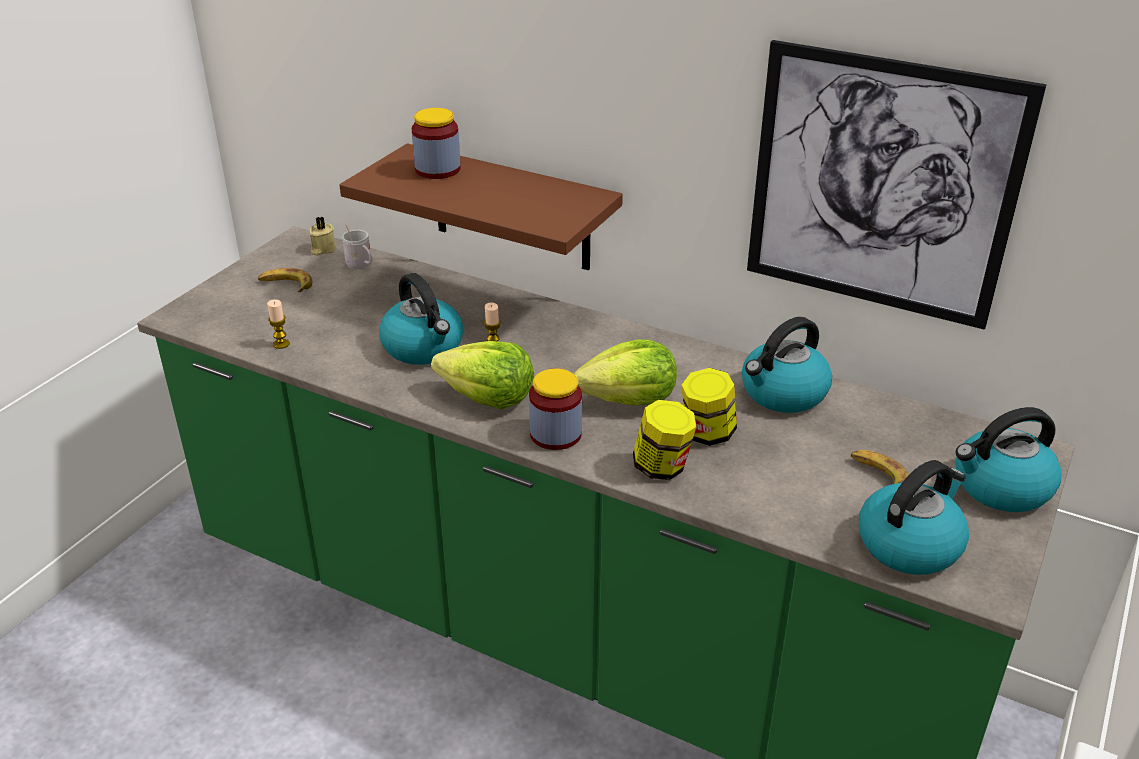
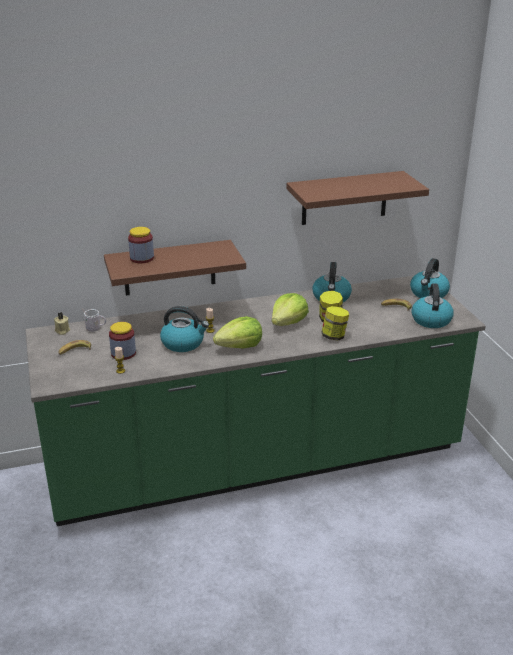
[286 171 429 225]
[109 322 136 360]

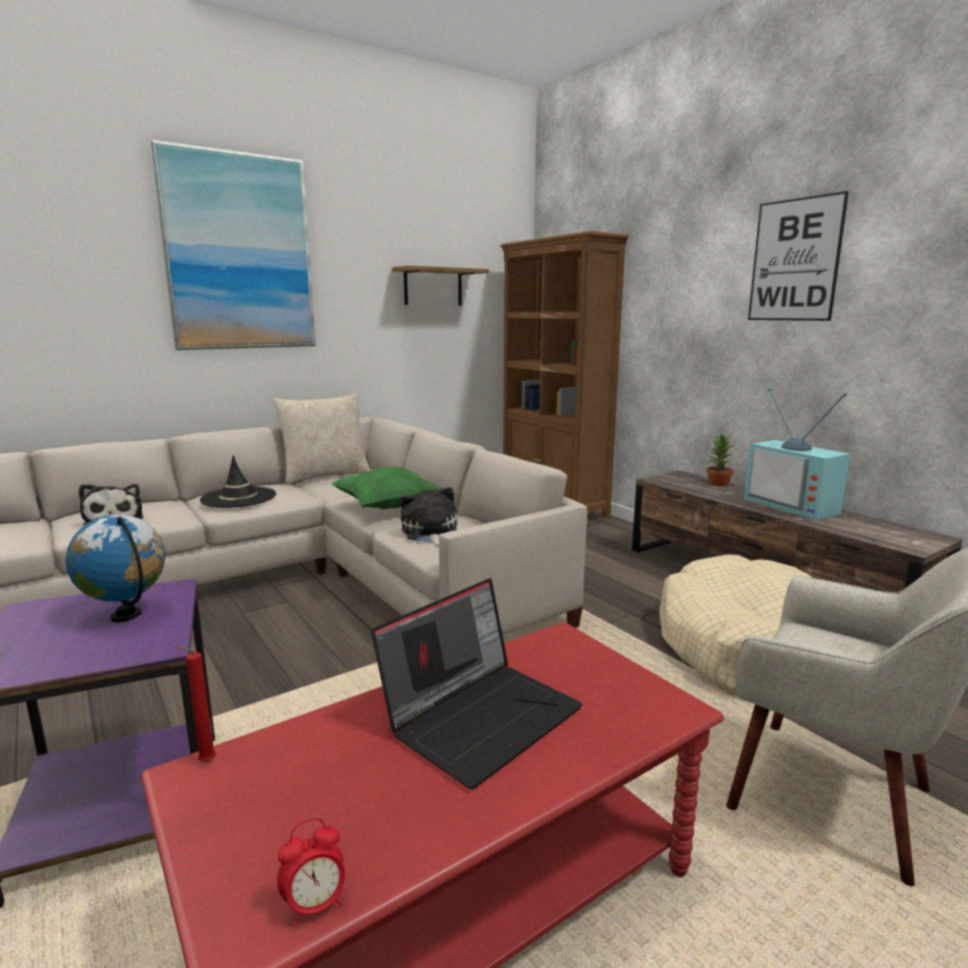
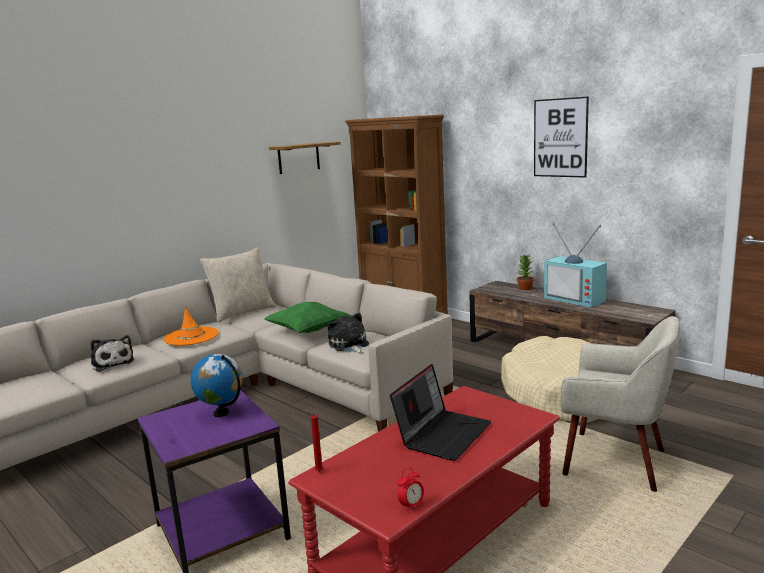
[149 140 316 350] (first image)
[164 306 219 346]

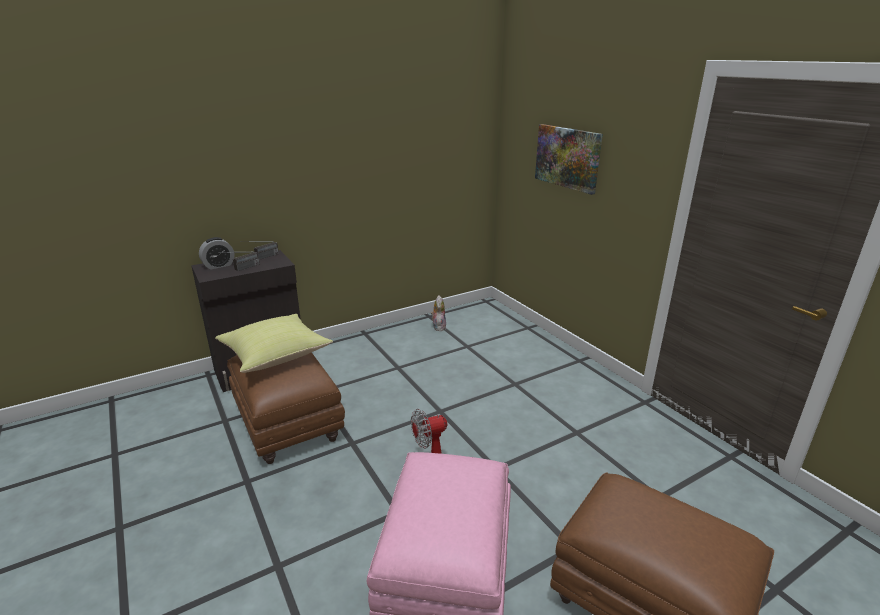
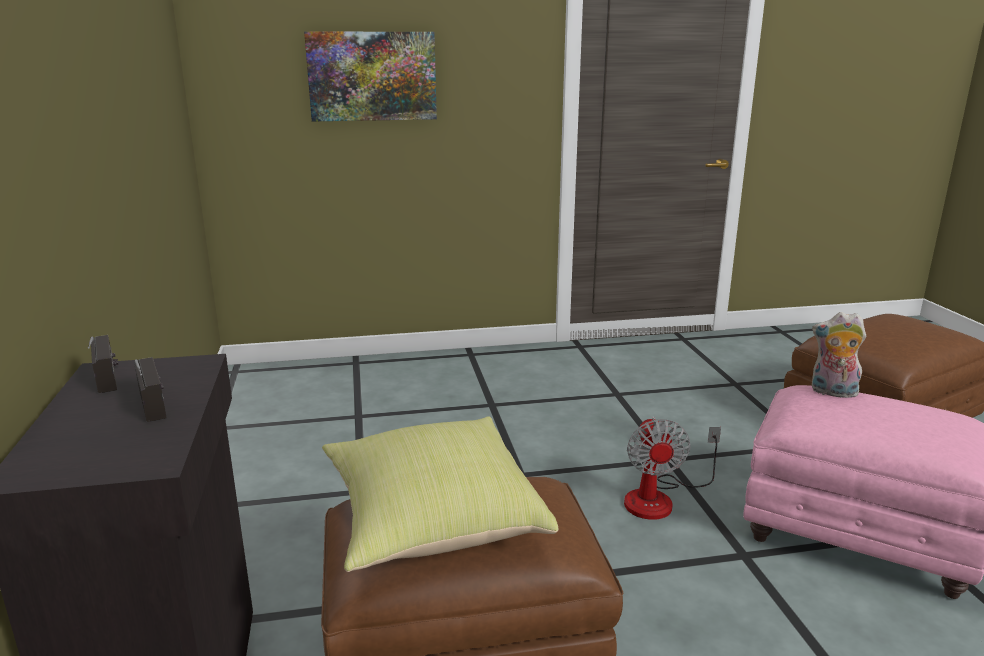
[199 237 235 270] (first image)
[812 312 866 398]

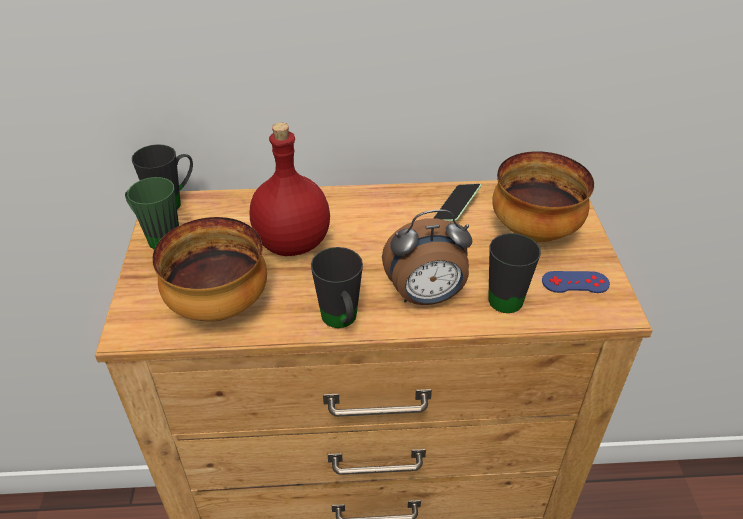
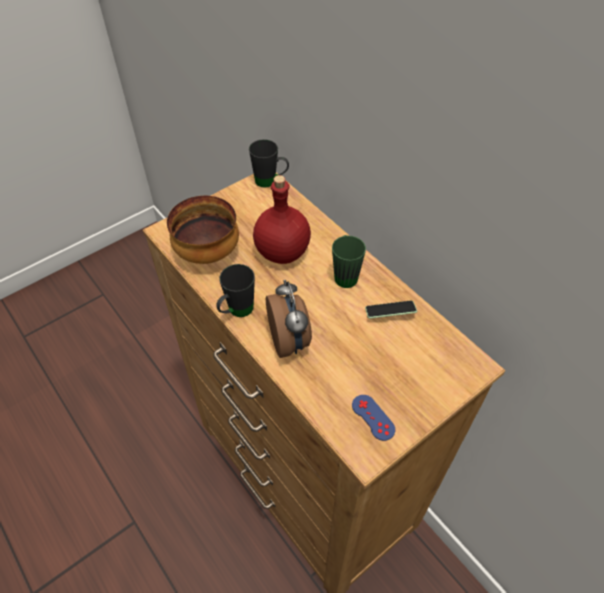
[492 151 594 242] (first image)
[332 235 366 288]
[266 280 312 358]
[488 233 541 313] (first image)

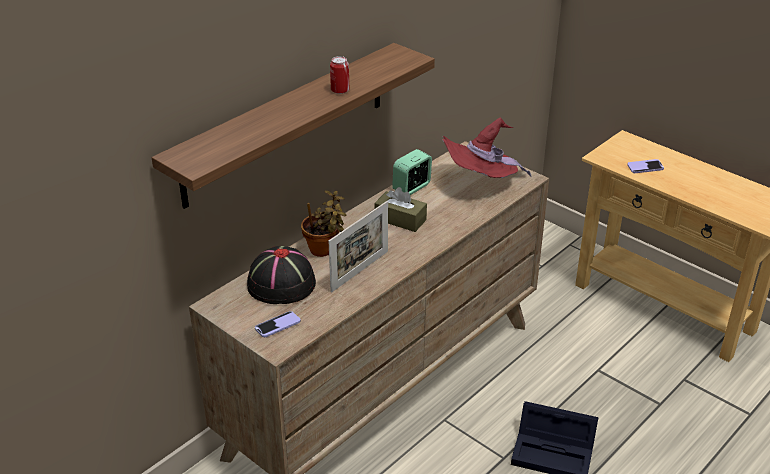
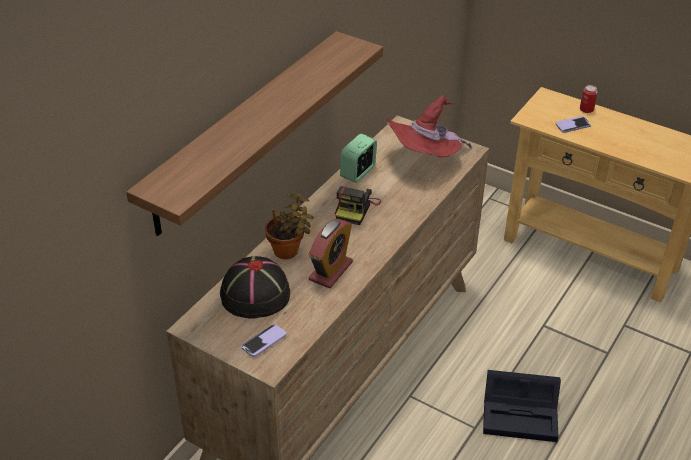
[580 85 598 113]
[335 186 381 225]
[309 219 353 288]

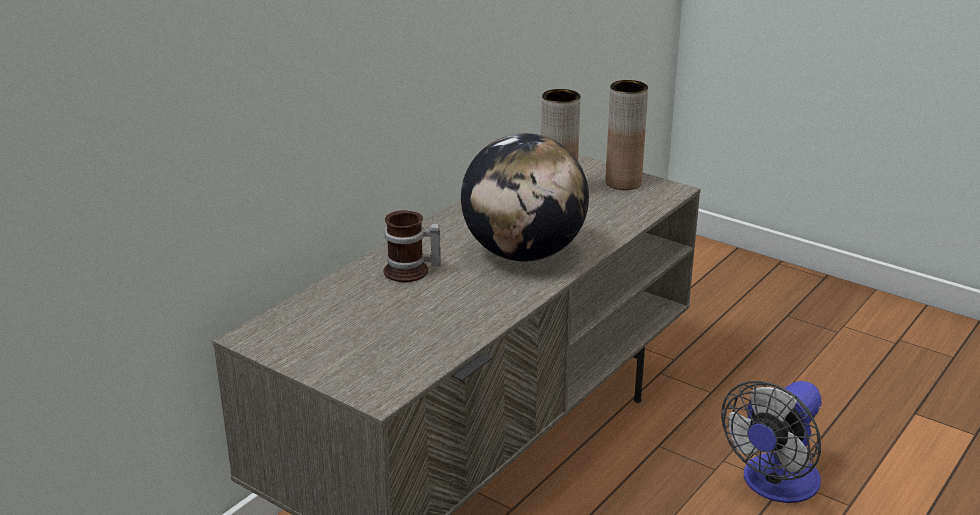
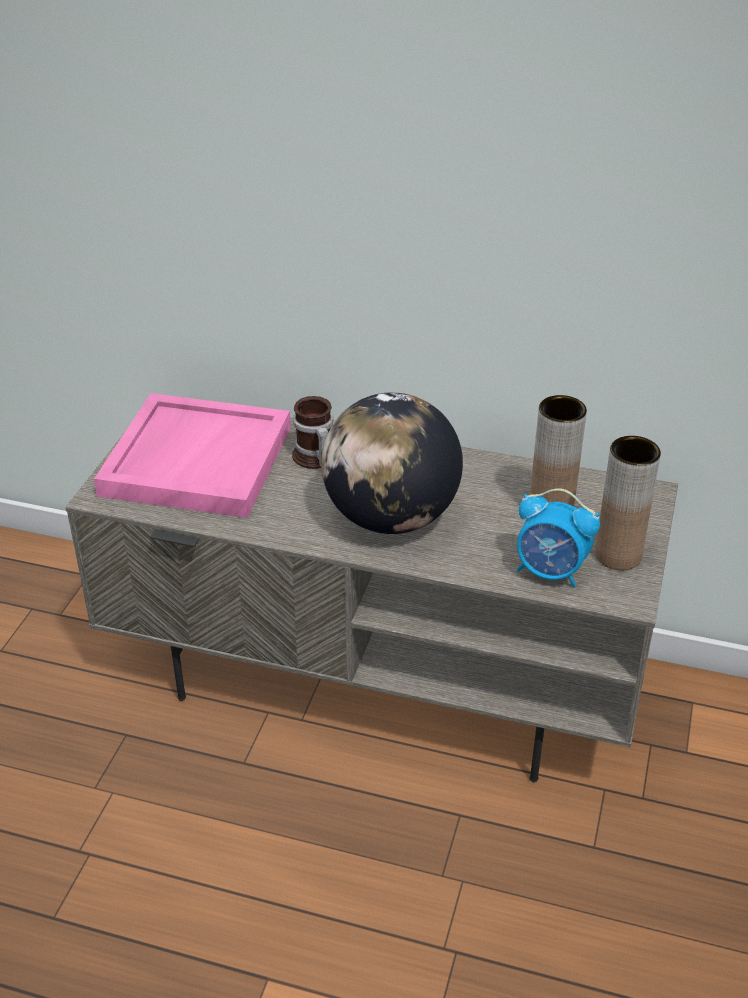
[721 381 822 503] (first image)
[94 393 291 518]
[516 488 600 588]

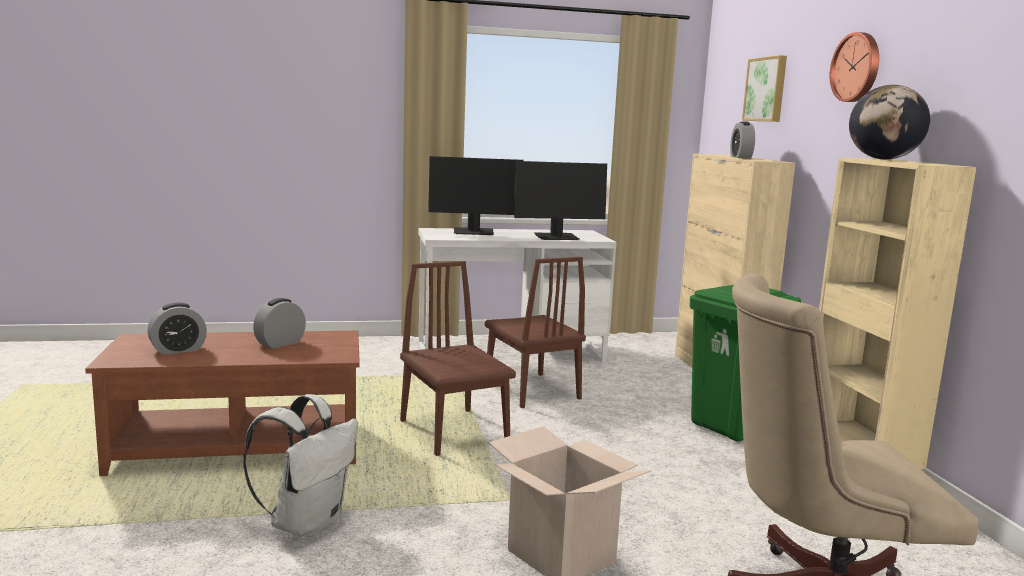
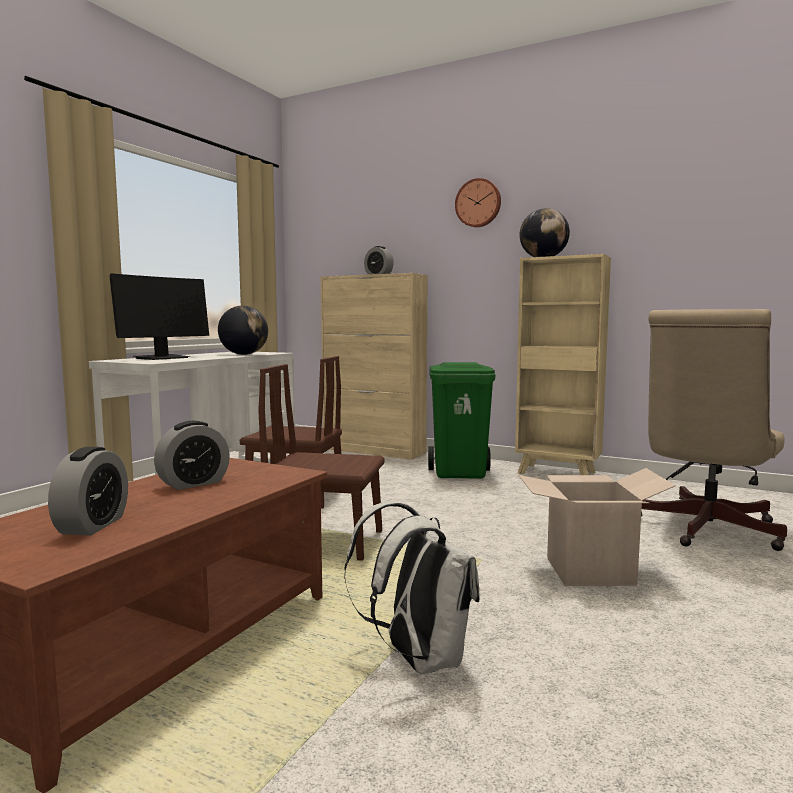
[742 55 787 122] (first image)
[218 306 268 355]
[154 421 230 490]

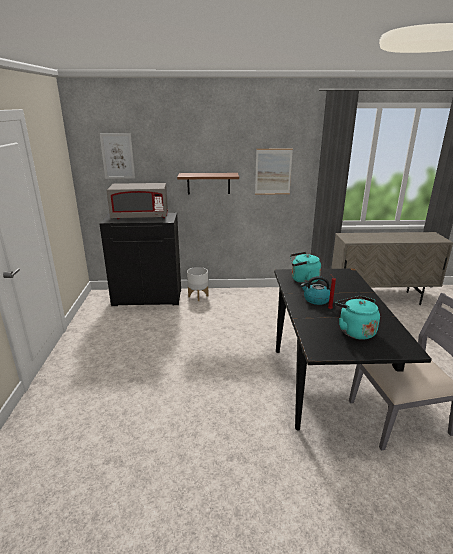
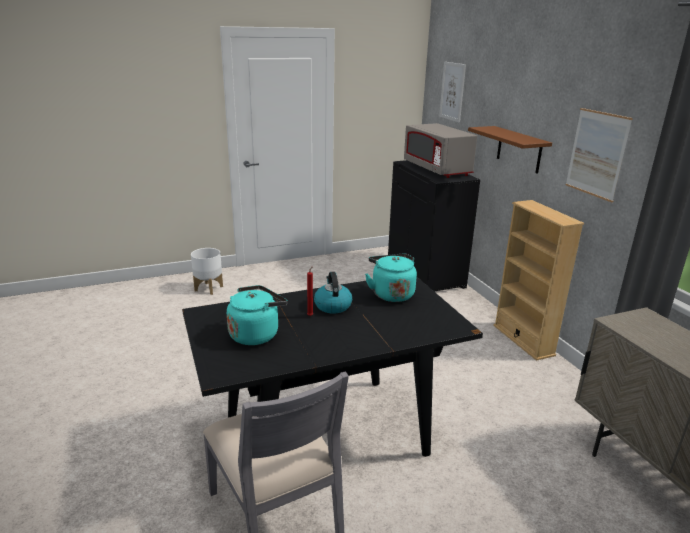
[191 248 223 295]
[493 200 584 361]

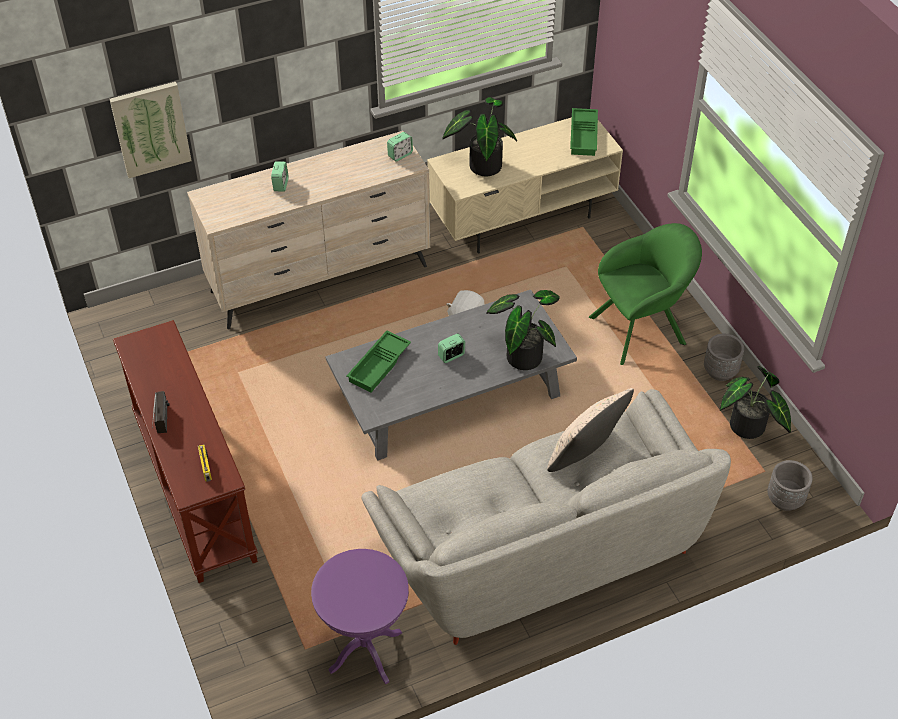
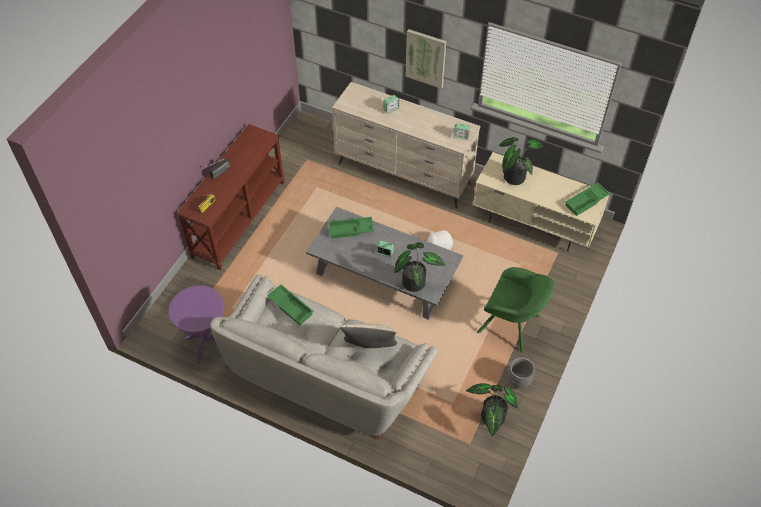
[406 29 446 89]
[767 460 813 511] (first image)
[267 284 313 325]

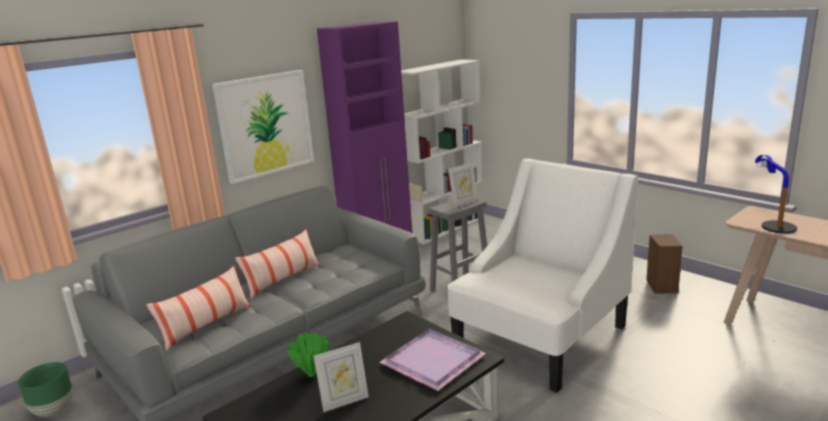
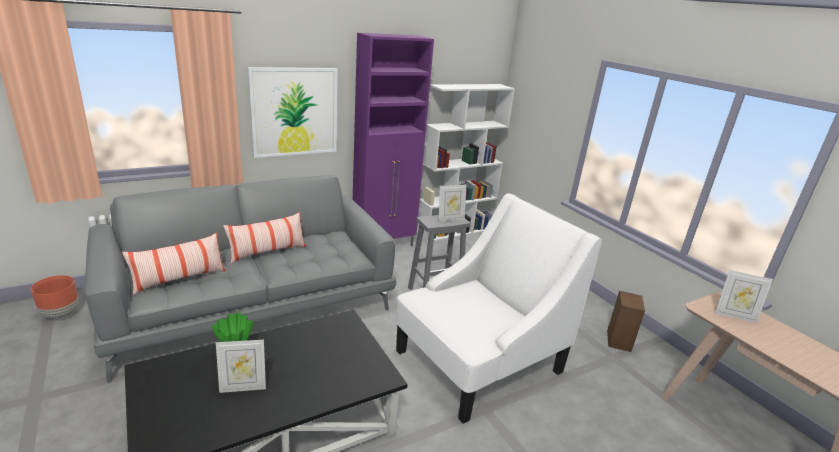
[715 270 773 323]
[379 329 486 391] (first image)
[31 275 78 319]

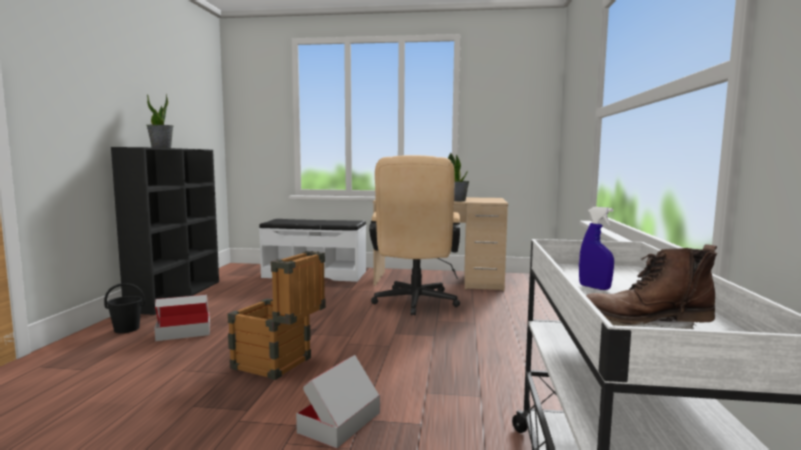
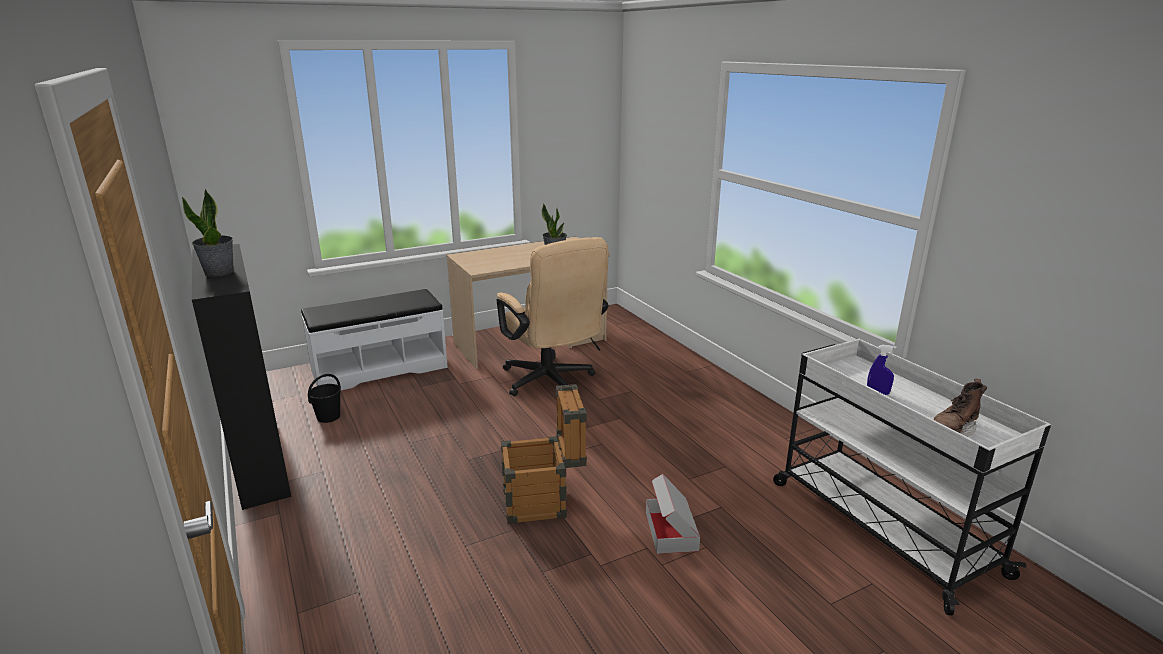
[308 374 341 423]
[154 295 210 341] (first image)

